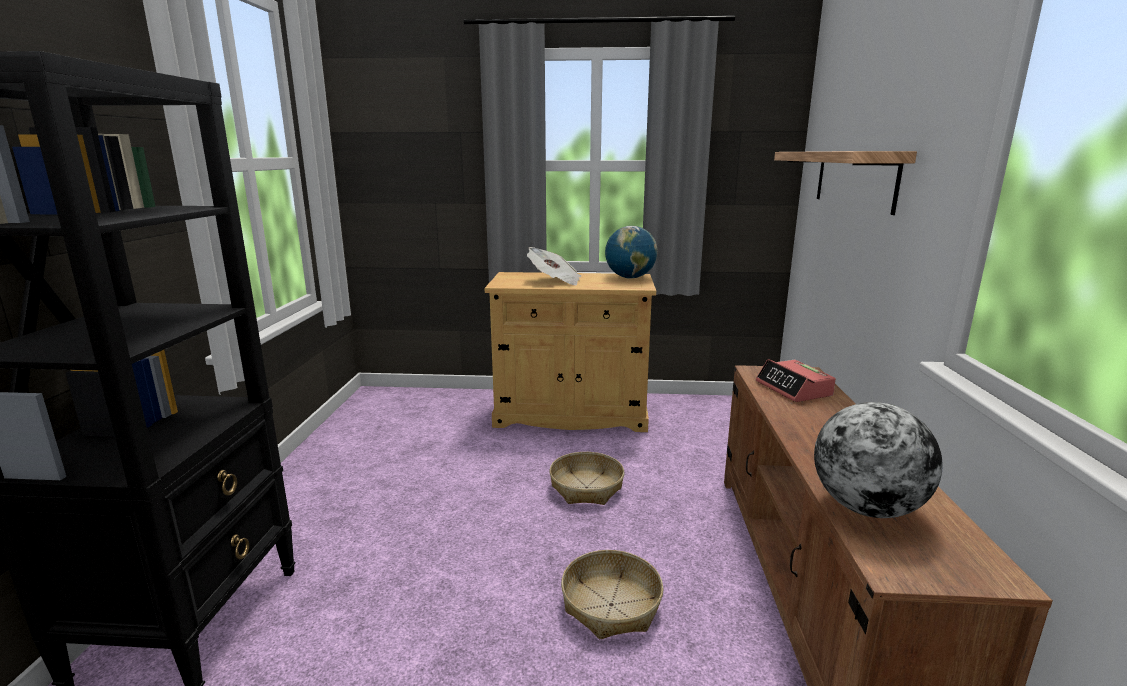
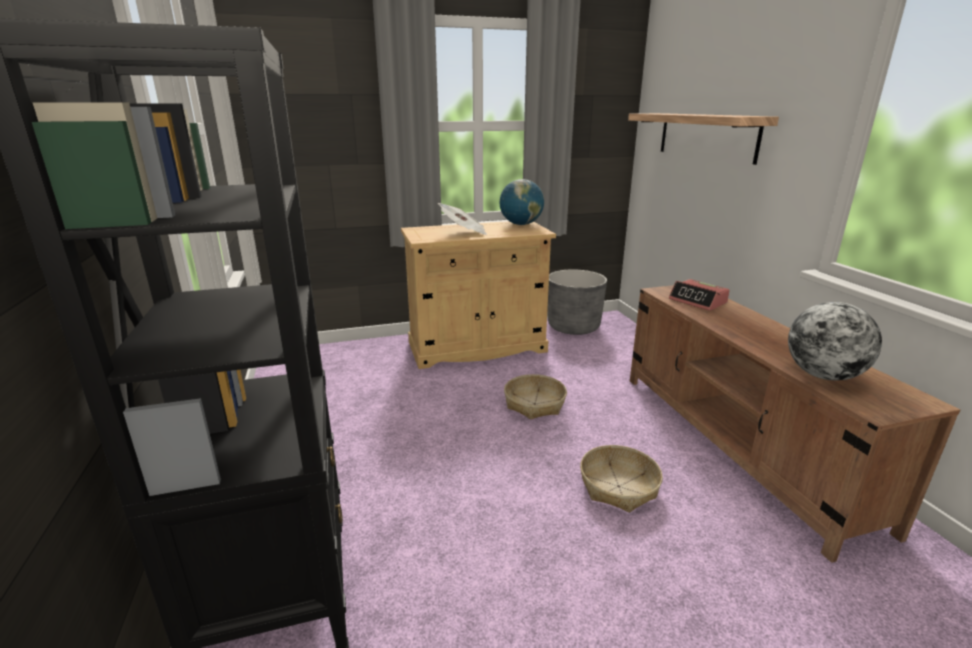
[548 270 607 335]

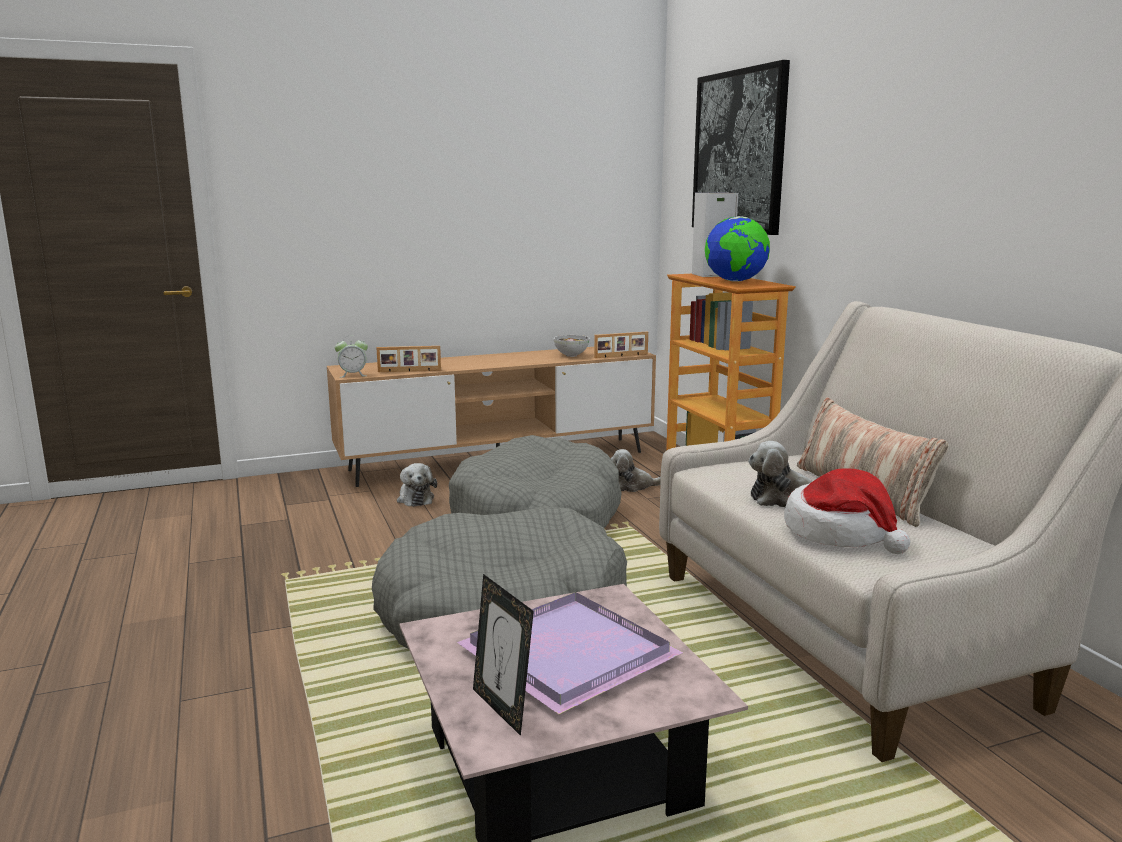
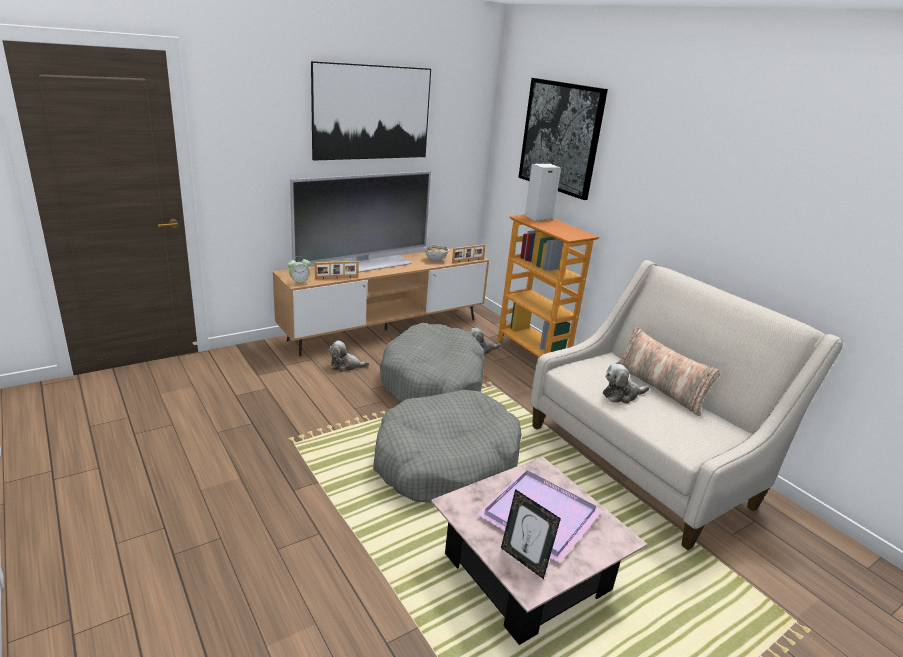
[705 216 770 282] (first image)
[328 340 370 372]
[784 468 910 554] (first image)
[311 61 431 161]
[290 171 431 272]

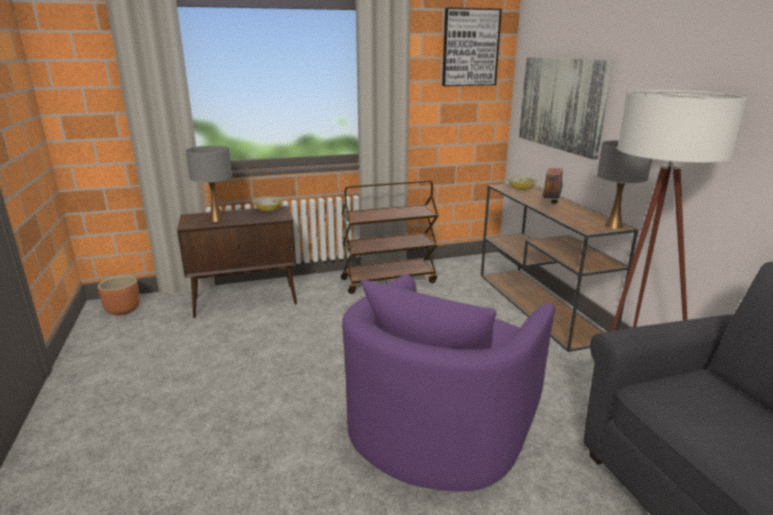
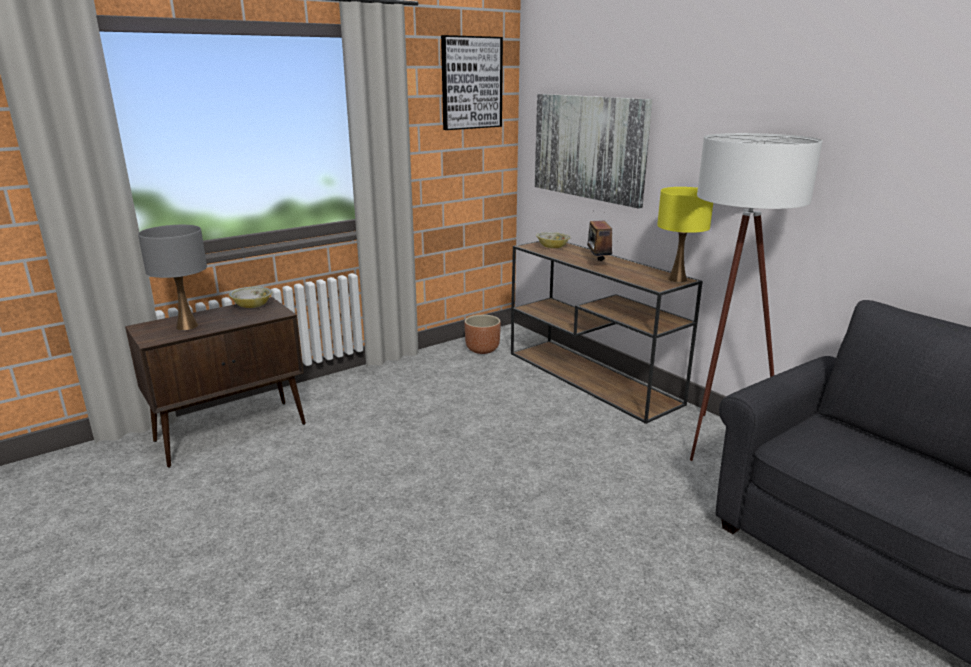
[657 187 713 282]
[341 180 439 294] (first image)
[342 274 555 491] (first image)
[464 315 501 354]

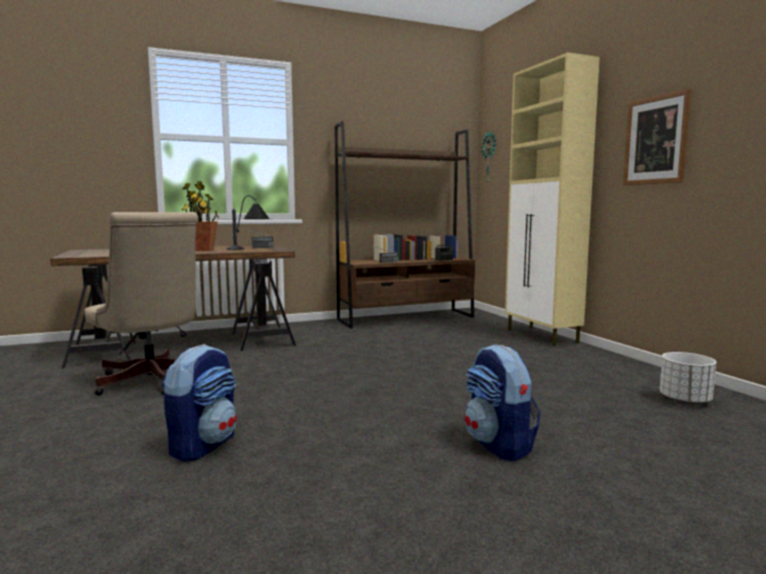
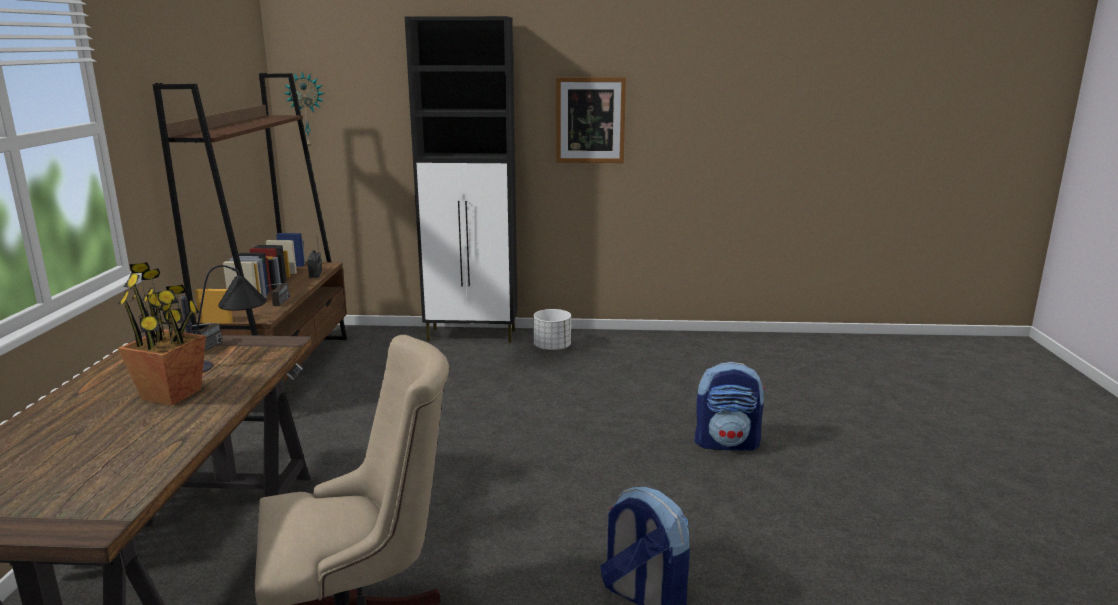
[405 16 518 343]
[533 309 571 351]

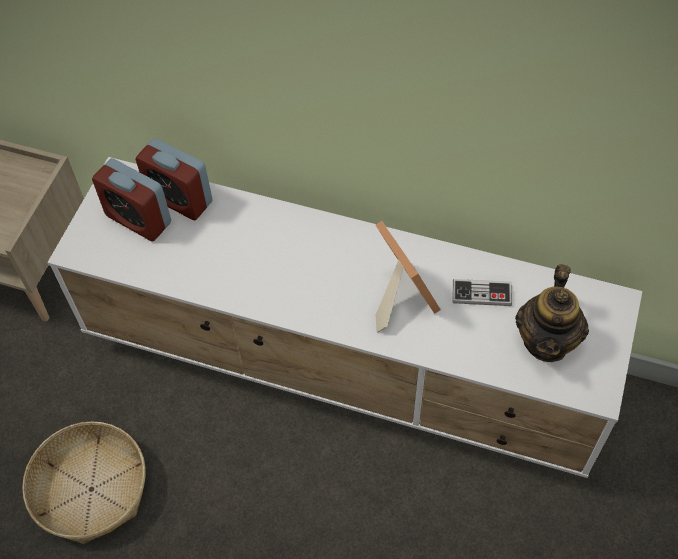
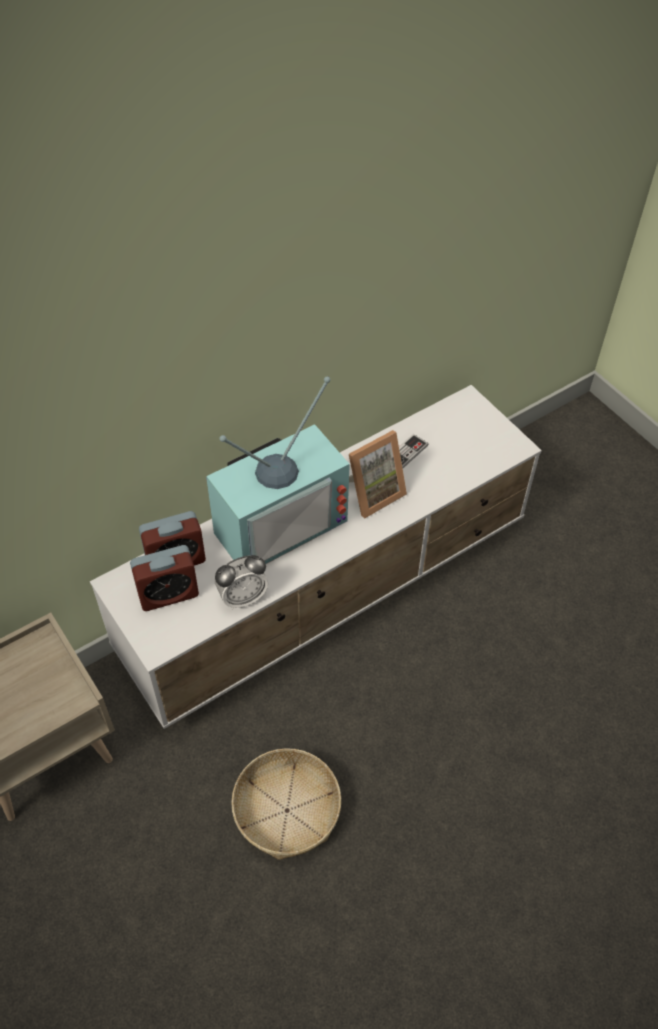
[349 430 407 518]
[515 264 589 362] (first image)
[206 377 350 564]
[215 555 268 609]

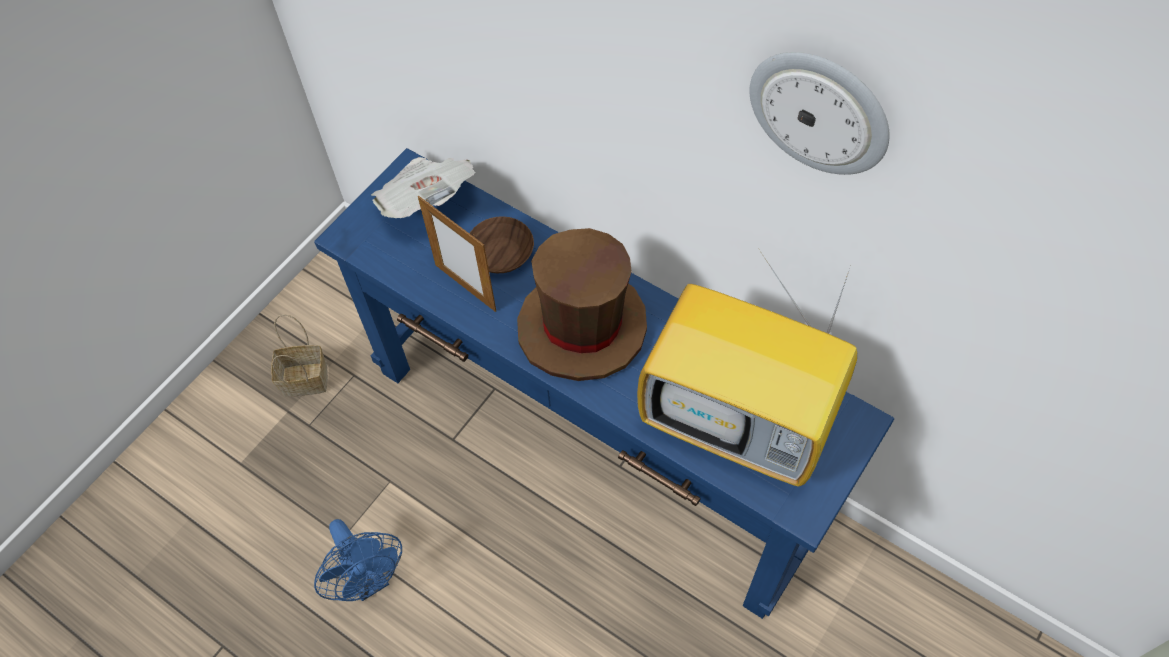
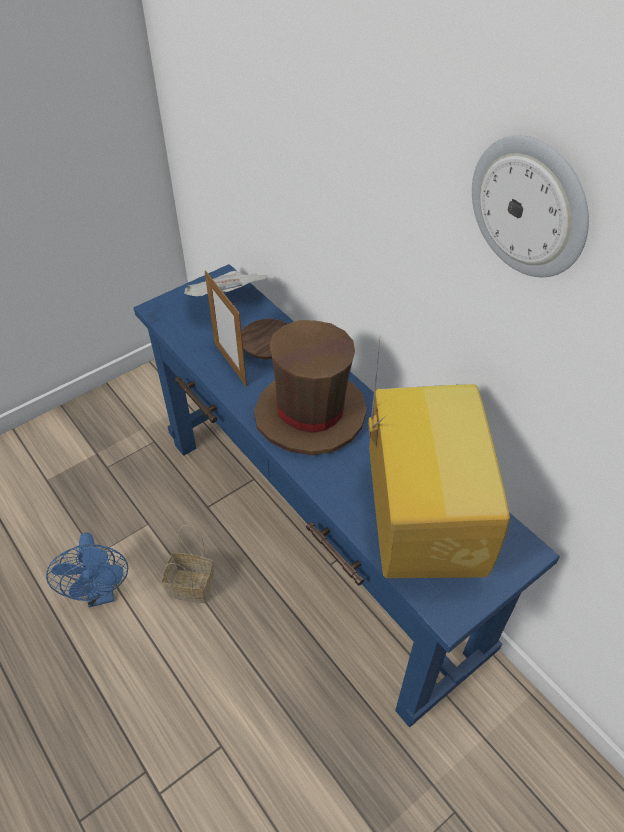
[368 332 510 578]
[162 525 214 603]

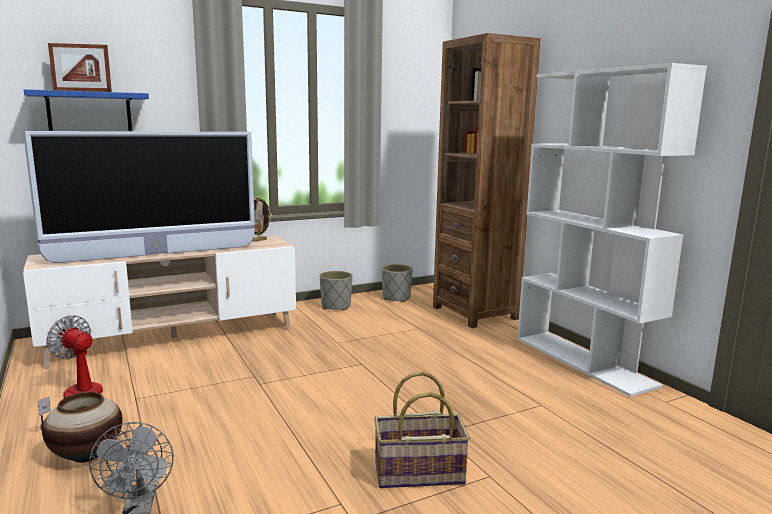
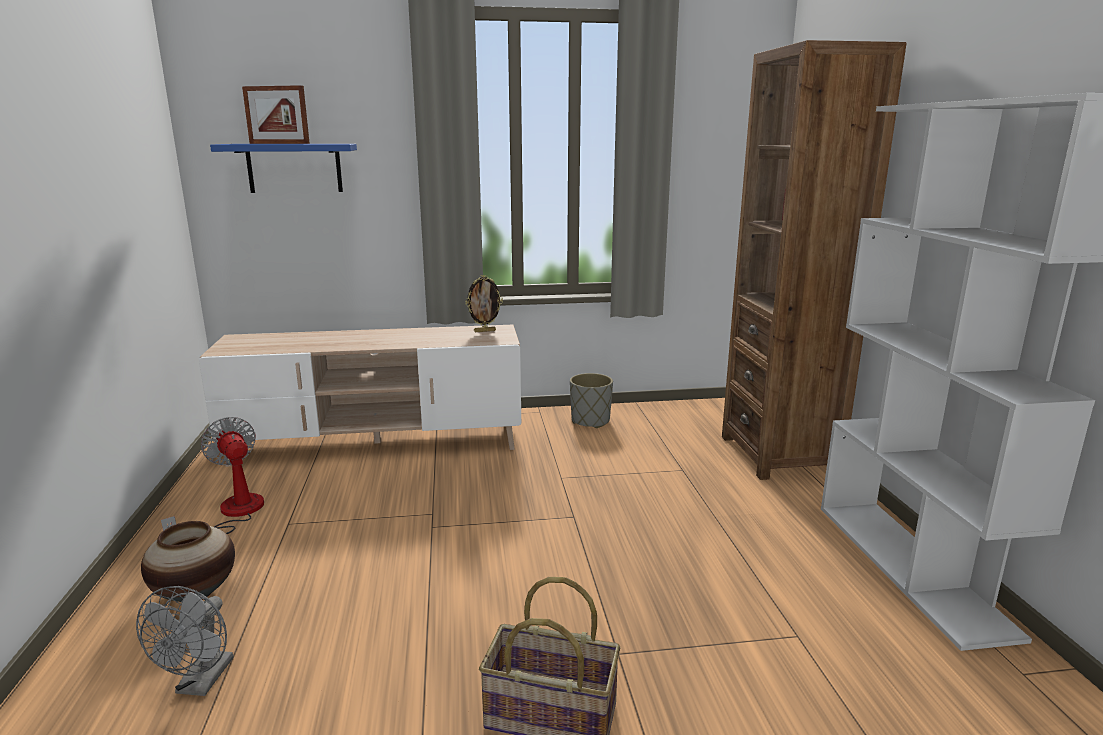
[23 131 255 263] (first image)
[382 264 413 302] (first image)

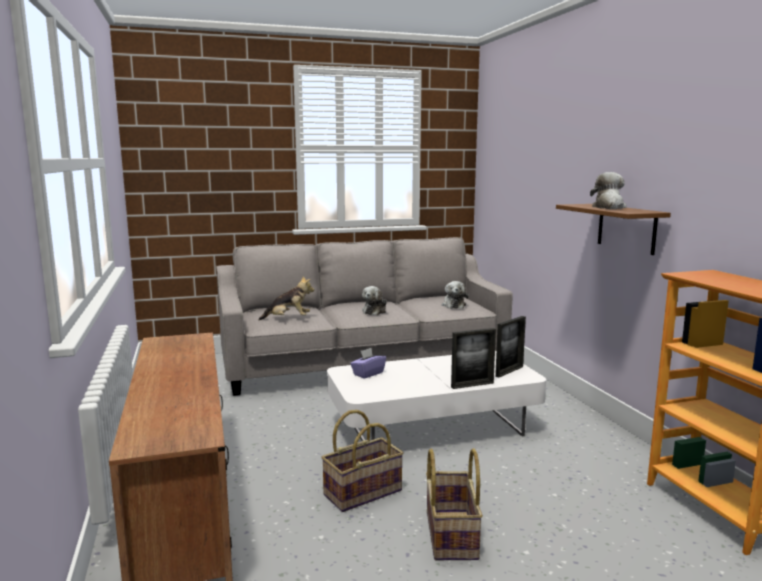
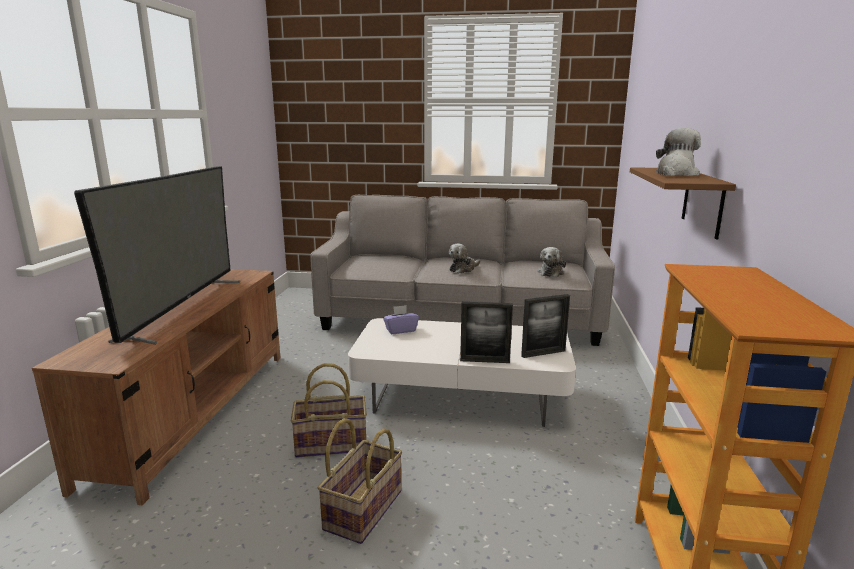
[258 276 314 320] (first image)
[74 166 240 345]

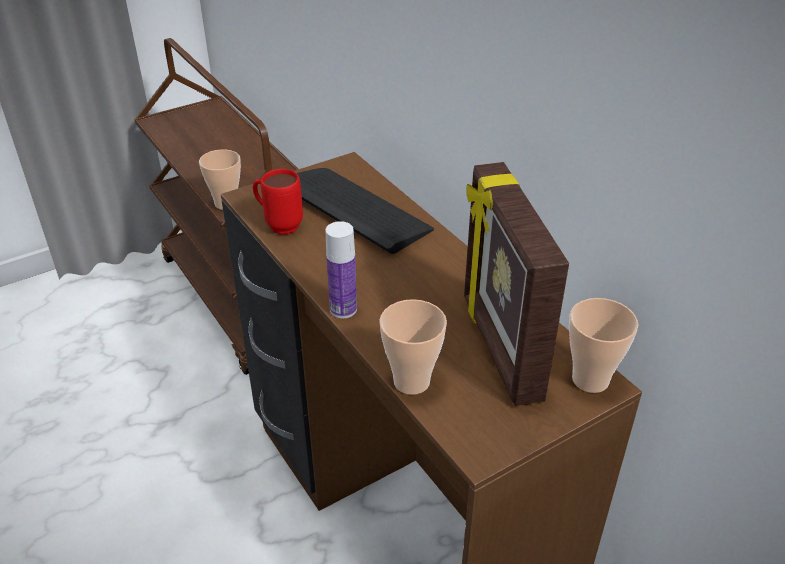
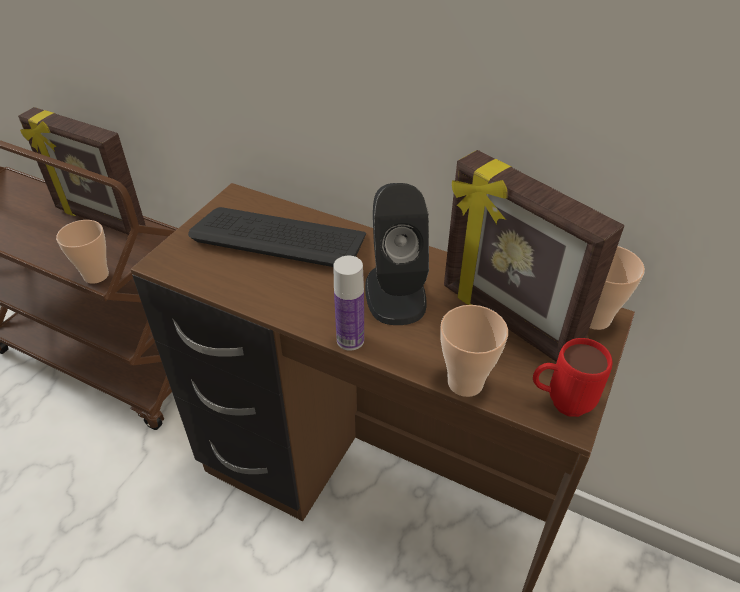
[533 338 612 417]
[18 107 146 235]
[365 183 429 325]

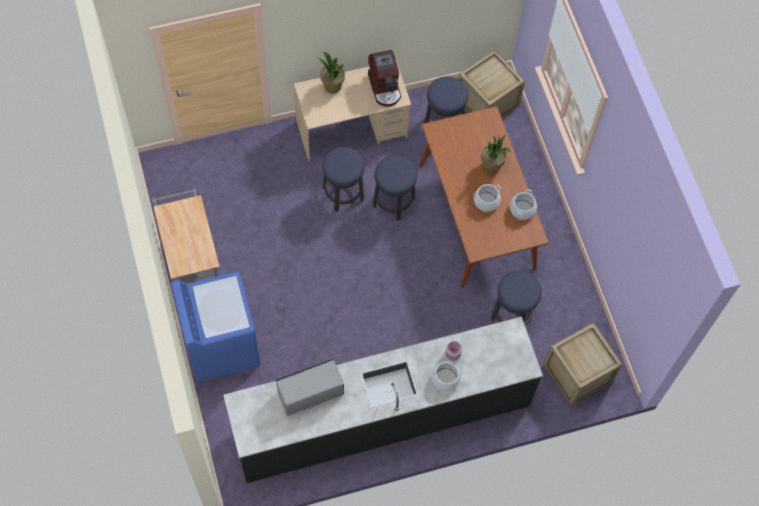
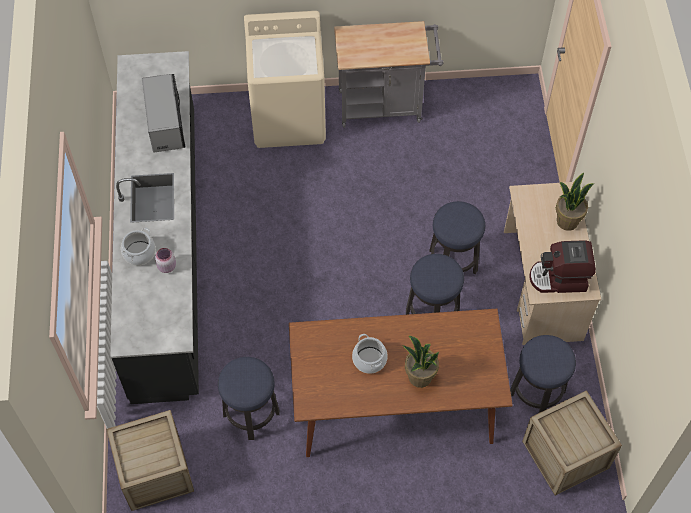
[510 189 537 220] (first image)
[244 11 326 148]

